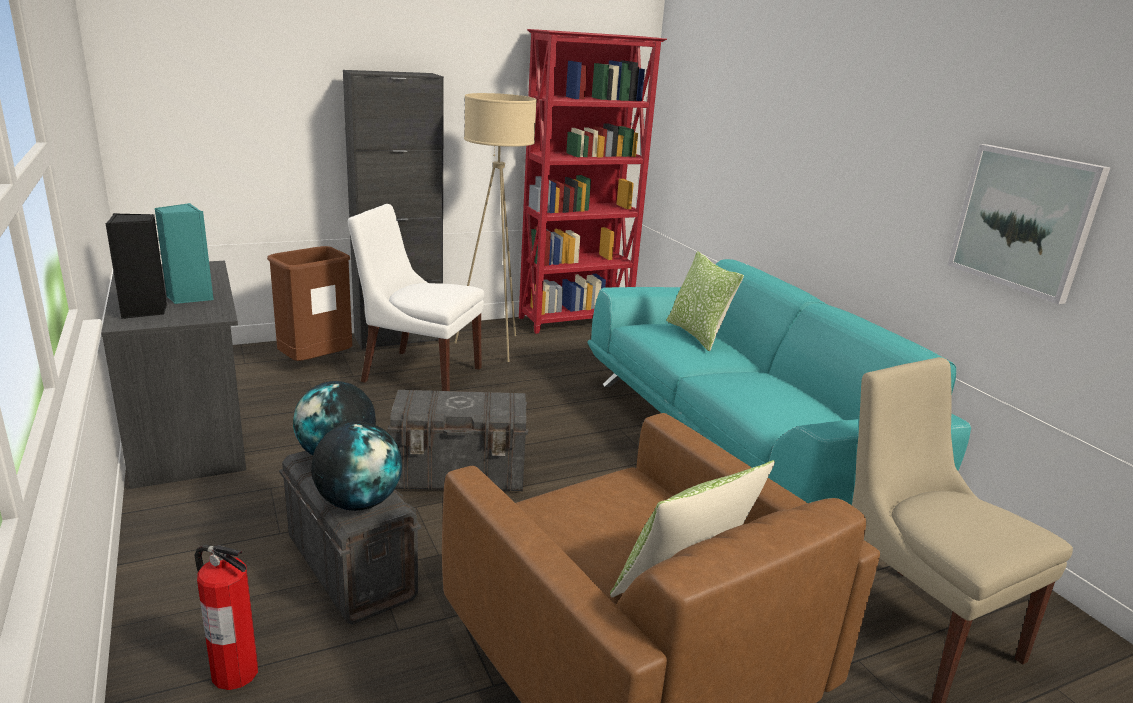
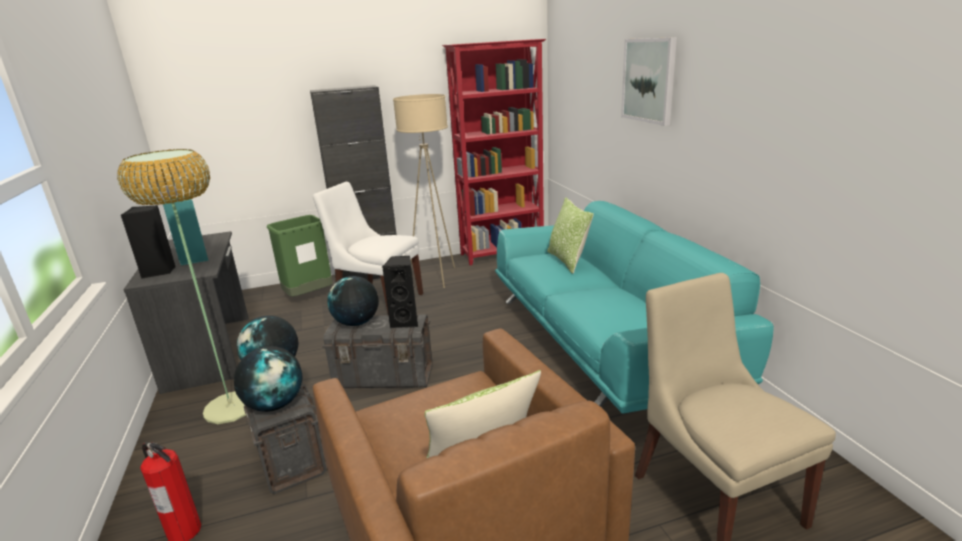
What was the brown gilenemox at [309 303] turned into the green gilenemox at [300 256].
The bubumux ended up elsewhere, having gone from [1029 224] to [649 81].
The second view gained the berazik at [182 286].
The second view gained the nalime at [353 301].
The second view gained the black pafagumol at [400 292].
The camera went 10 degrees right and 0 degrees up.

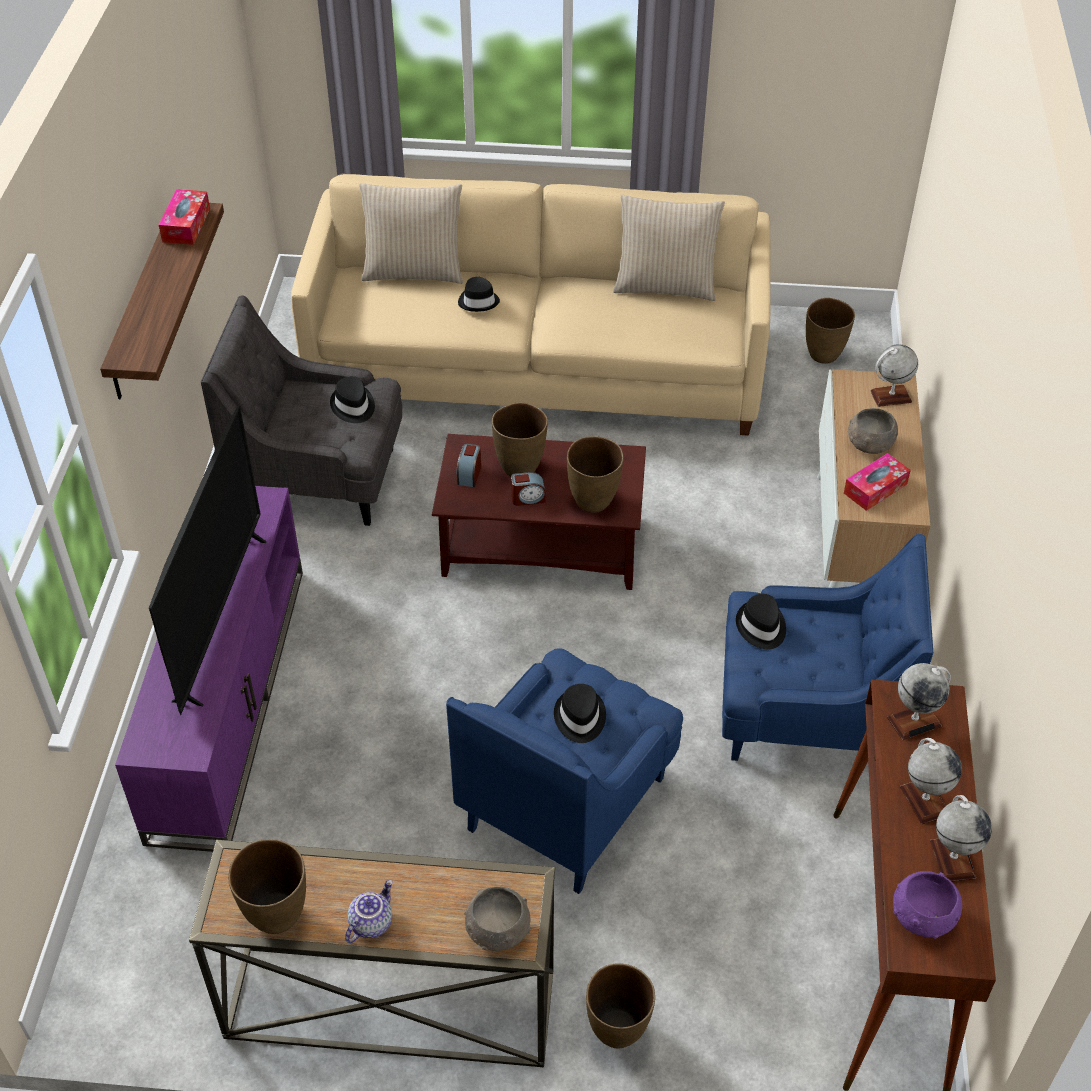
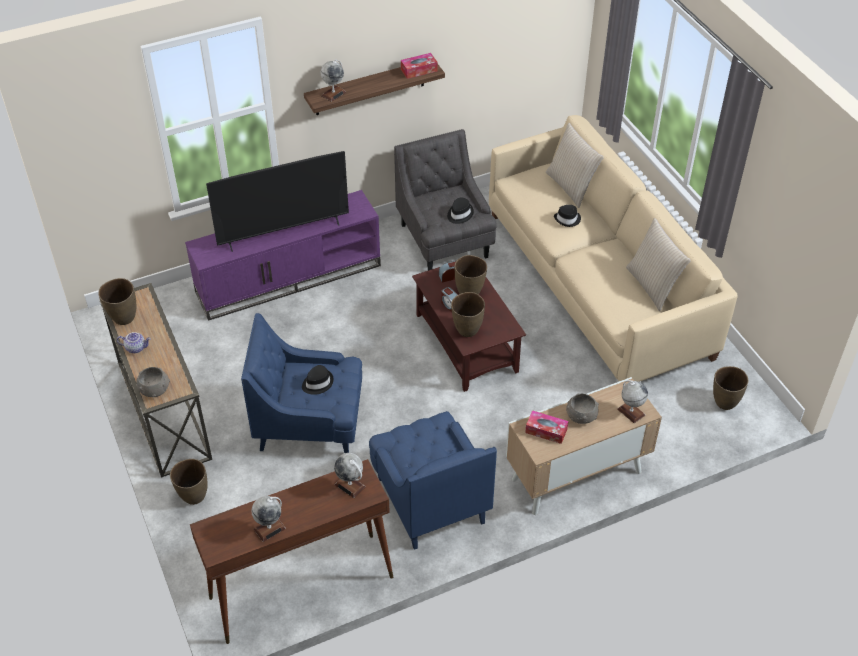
The second view lost the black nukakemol at [761 621].
The second view lost the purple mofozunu at [927 905].
The nalime ended up elsewhere, having gone from [931 781] to [333 80].
The camera went 60 degrees right and 0 degrees up.

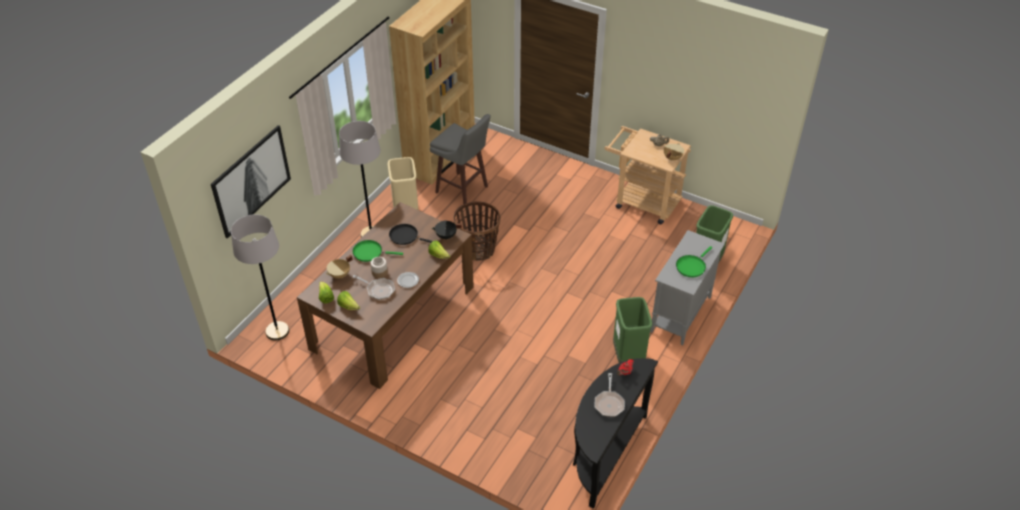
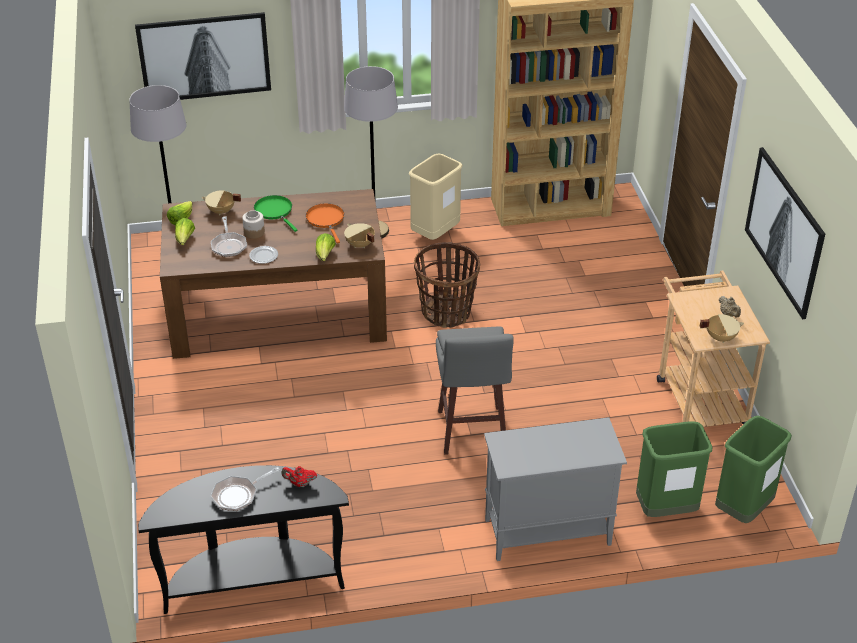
What was the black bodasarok at [410 234] turned into the orange bodasarok at [325 223].
The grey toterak ended up elsewhere, having gone from [460 159] to [475 390].
What was the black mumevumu at [447 229] turned into the beige mumevumu at [359 235].
The green gilenemox ended up elsewhere, having gone from [632 330] to [753 469].
The second view lost the green bodasarok at [694 261].
The second view gained the bubumux at [785 233].
The camera went 50 degrees right and 5 degrees down.

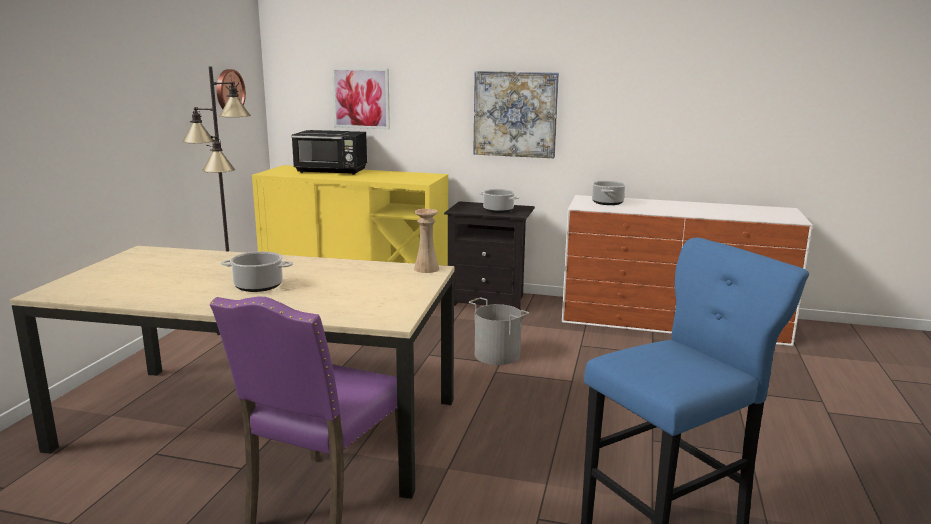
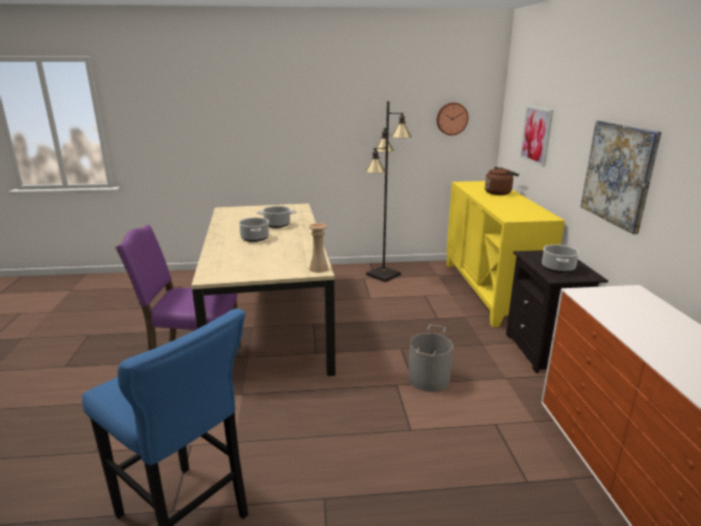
Where the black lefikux stood at [329 152], the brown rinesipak came to stand at [502 181].
The mumevumu ended up elsewhere, having gone from [609 193] to [277 217].
The camera went 70 degrees right and 5 degrees up.

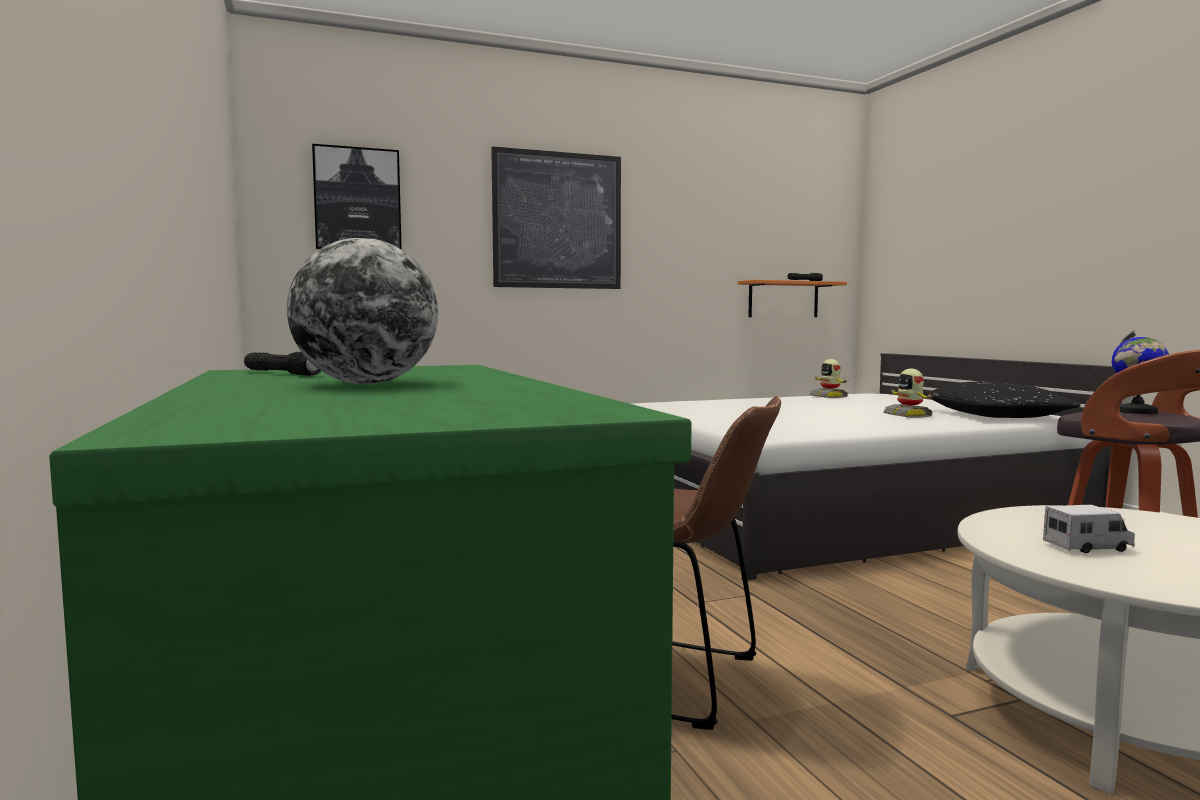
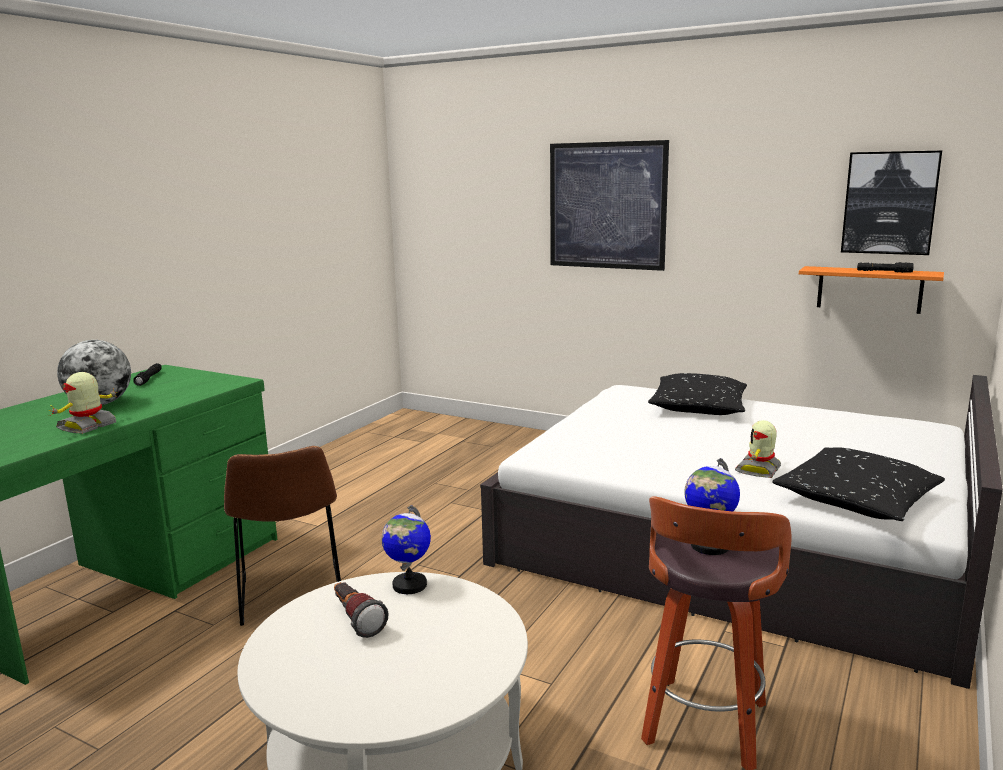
The bubumux ended up elsewhere, having gone from [357 197] to [891 203].
The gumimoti ended up elsewhere, having gone from [829 378] to [83 403].
Where the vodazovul stood at [1089 529], the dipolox came to stand at [361 610].
The second view gained the nalime at [406 549].
The second view gained the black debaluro at [697 394].
The camera went 50 degrees right and 10 degrees up.

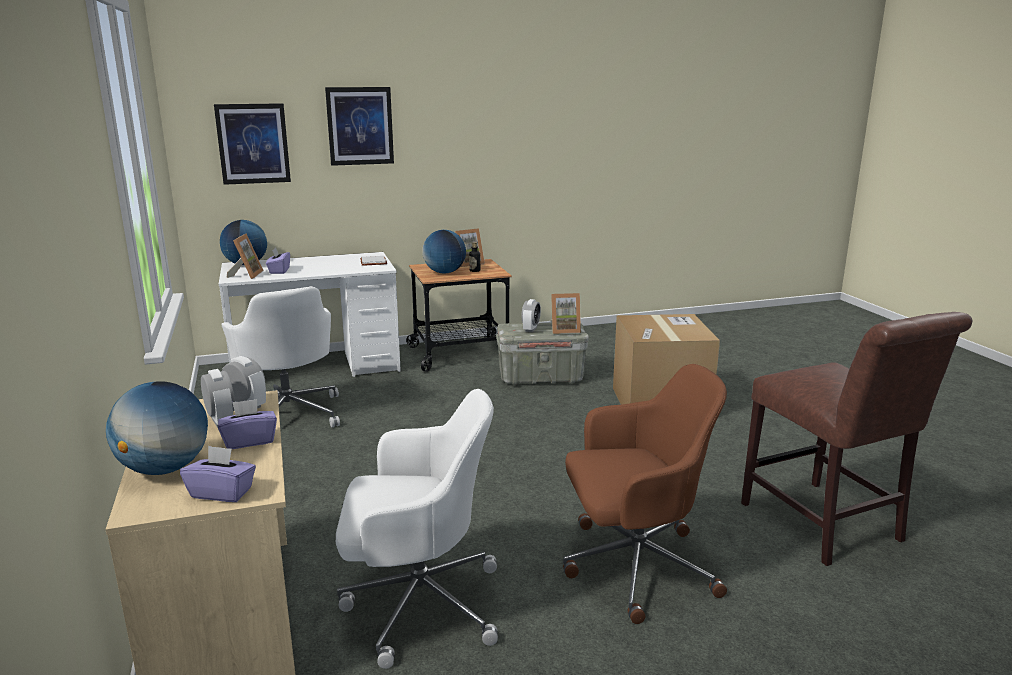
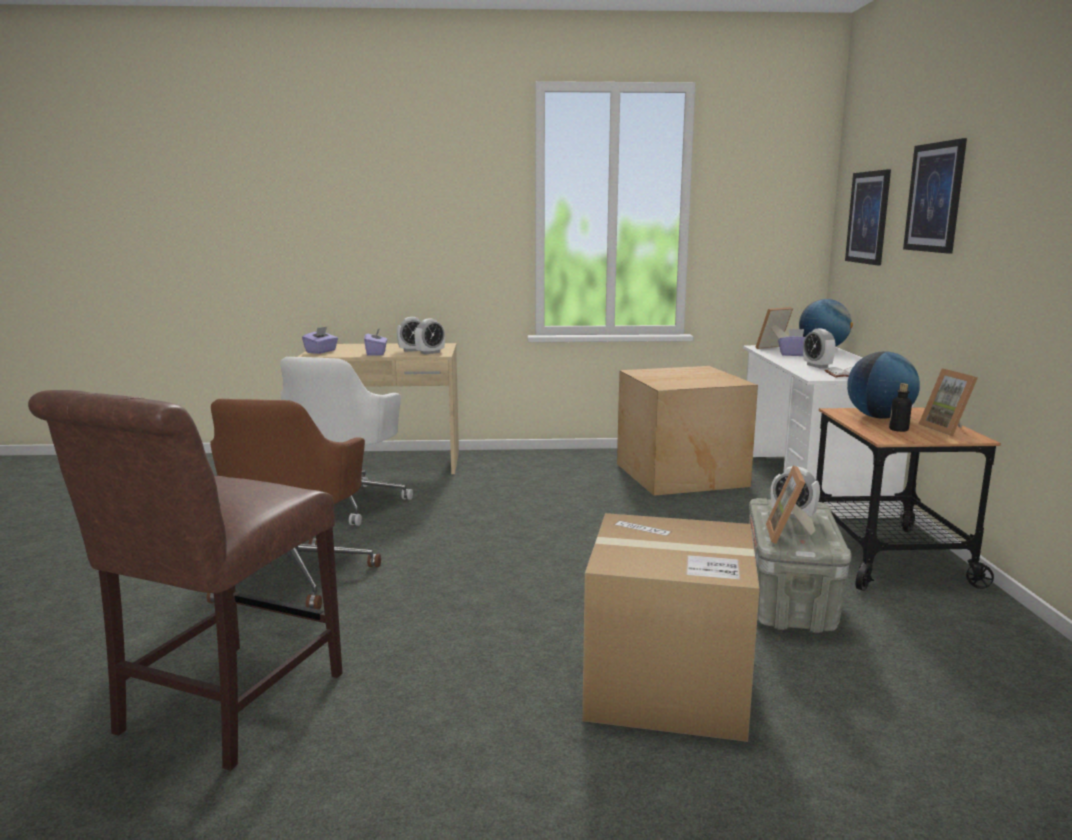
The second view lost the nalime at [157 428].
Where the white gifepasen stood at [280 356], the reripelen came to stand at [687 431].
The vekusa at [245 256] ended up facing another way, 135 degrees clockwise from before.
The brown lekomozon at [857 439] ended up facing another way, 60 degrees counterclockwise from before.
The second view gained the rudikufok at [819 348].
The camera went 105 degrees right and 5 degrees down.

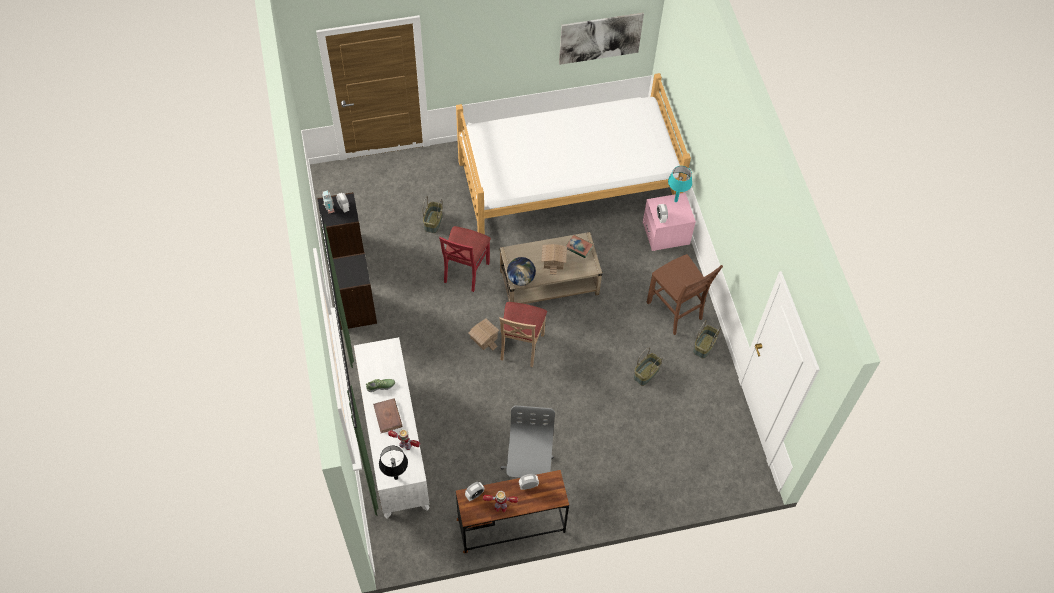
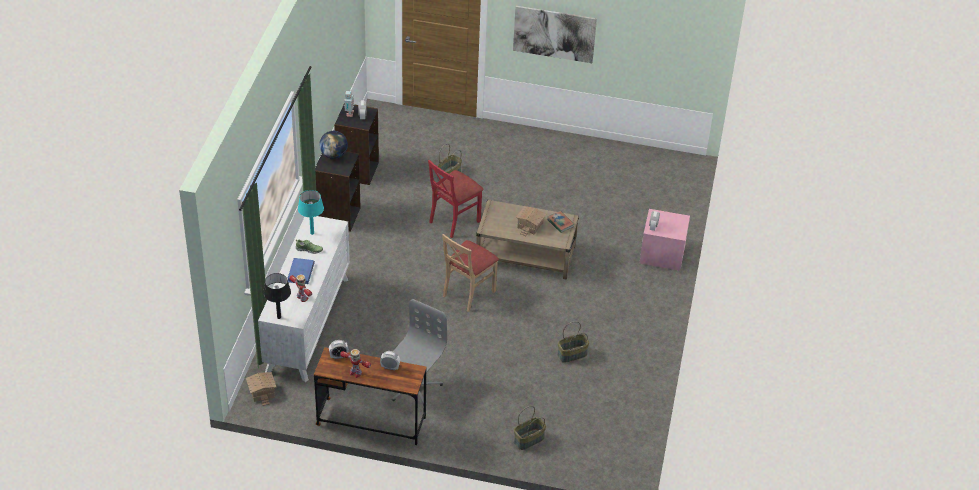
What was the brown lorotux at [387 415] turned into the blue lorotux at [301 271].
The second view lost the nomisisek at [573 154].
The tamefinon ended up elsewhere, having gone from [484 334] to [261 389].
The nalime ended up elsewhere, having gone from [521 271] to [333 145].
The bubumux ended up elsewhere, having gone from [601 39] to [555 34].
The second view lost the brown lekomozon at [685 294].
The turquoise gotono ended up elsewhere, having gone from [680 184] to [311 212].
The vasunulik ended up elsewhere, having gone from [707 339] to [530 428].
The camera went 25 degrees right and 15 degrees down.

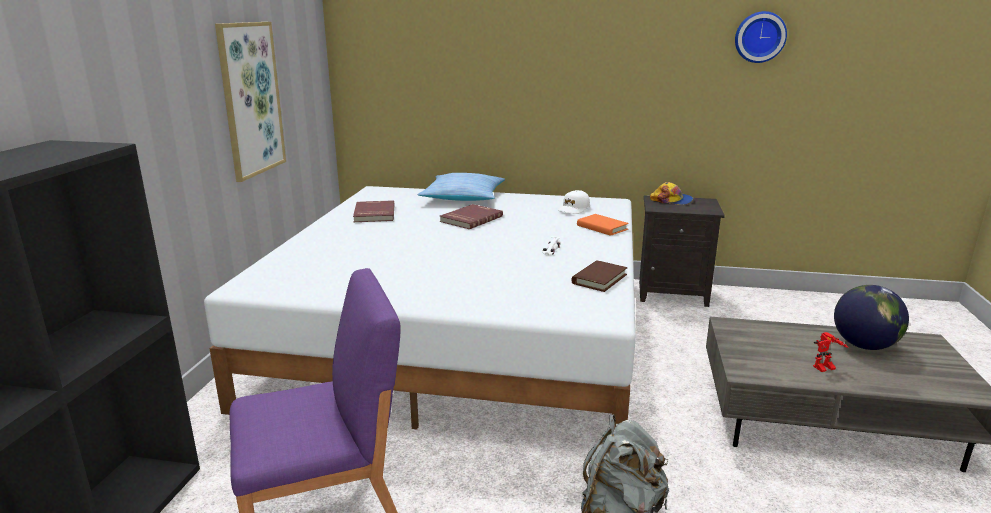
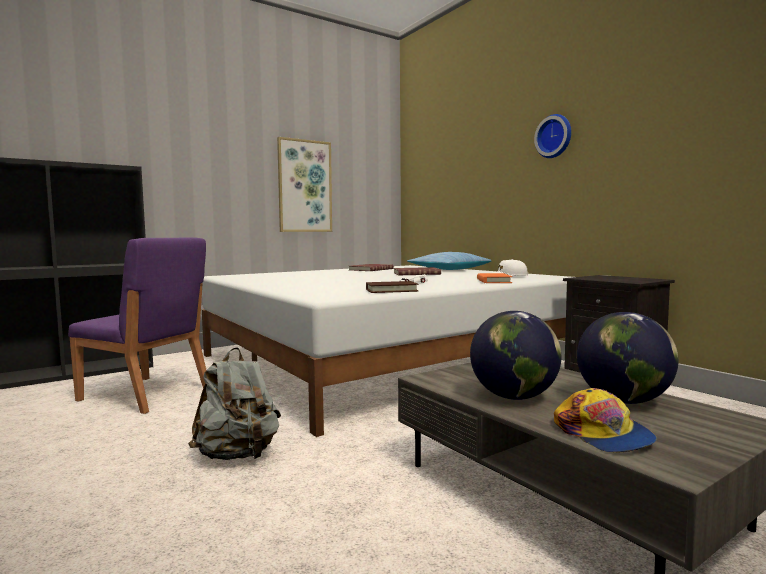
The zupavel ended up elsewhere, having gone from [671 193] to [605 420].
The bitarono ended up elsewhere, having gone from [761 37] to [552 136].
Where the gumimoti stood at [831 352], the nalime came to stand at [515 355].
The camera went 45 degrees right and 15 degrees down.

